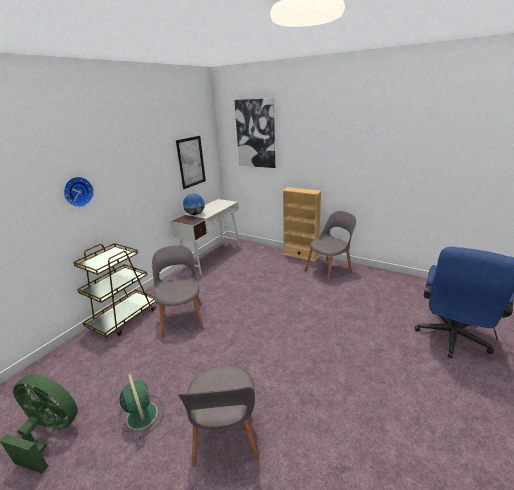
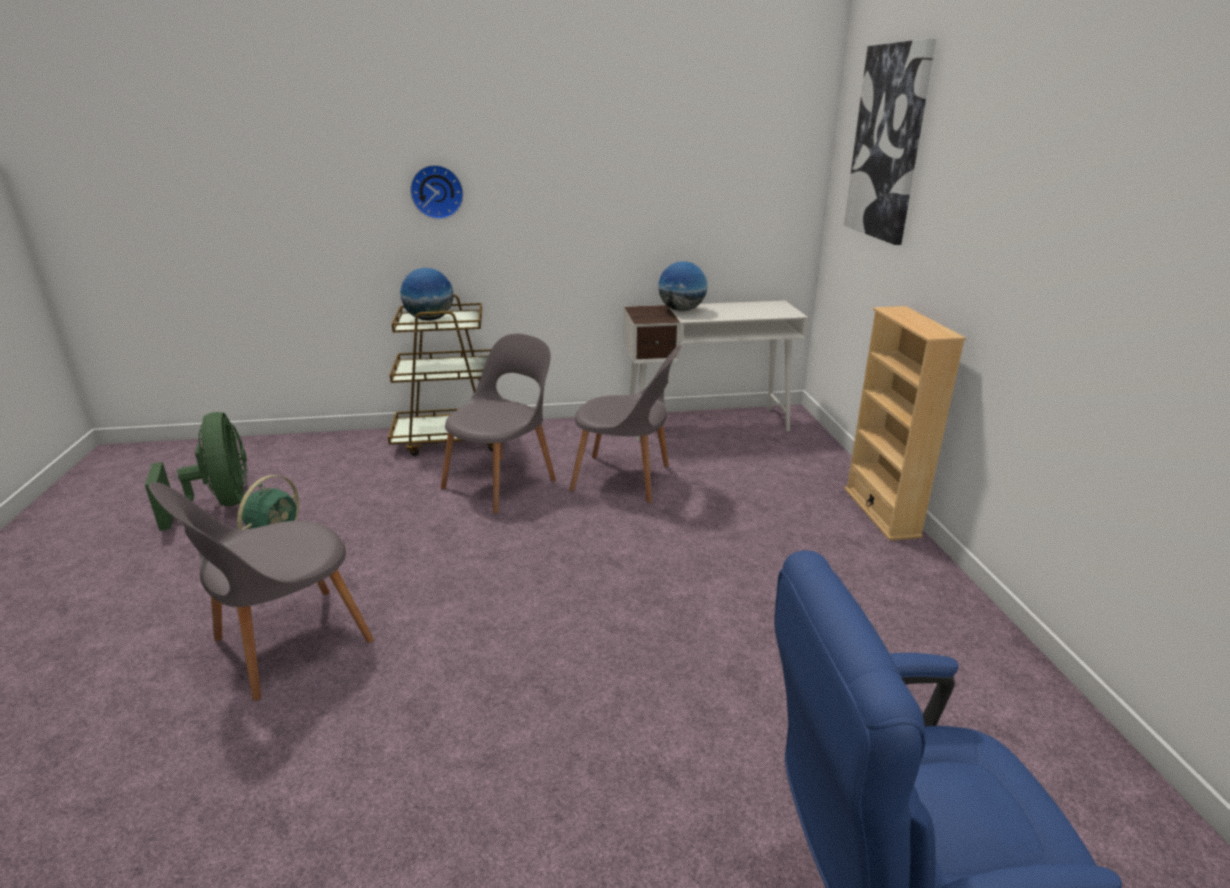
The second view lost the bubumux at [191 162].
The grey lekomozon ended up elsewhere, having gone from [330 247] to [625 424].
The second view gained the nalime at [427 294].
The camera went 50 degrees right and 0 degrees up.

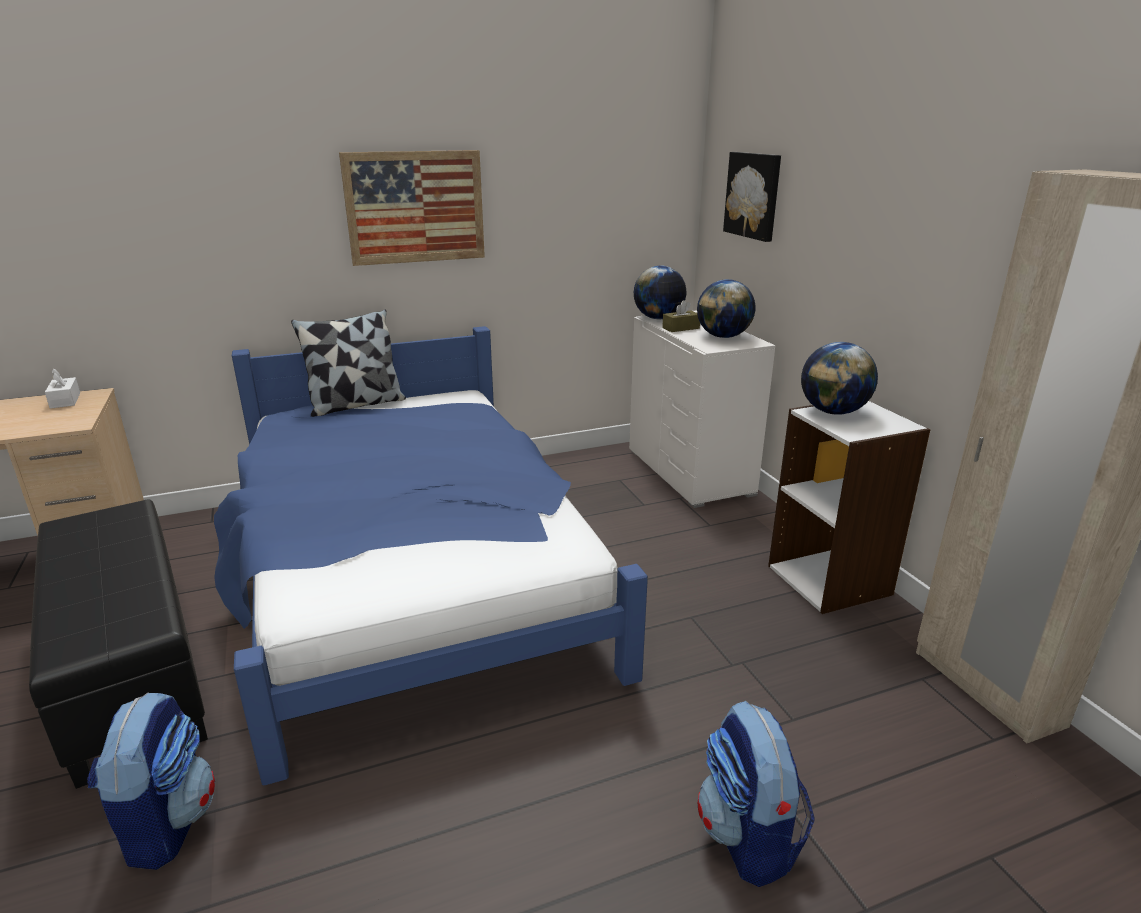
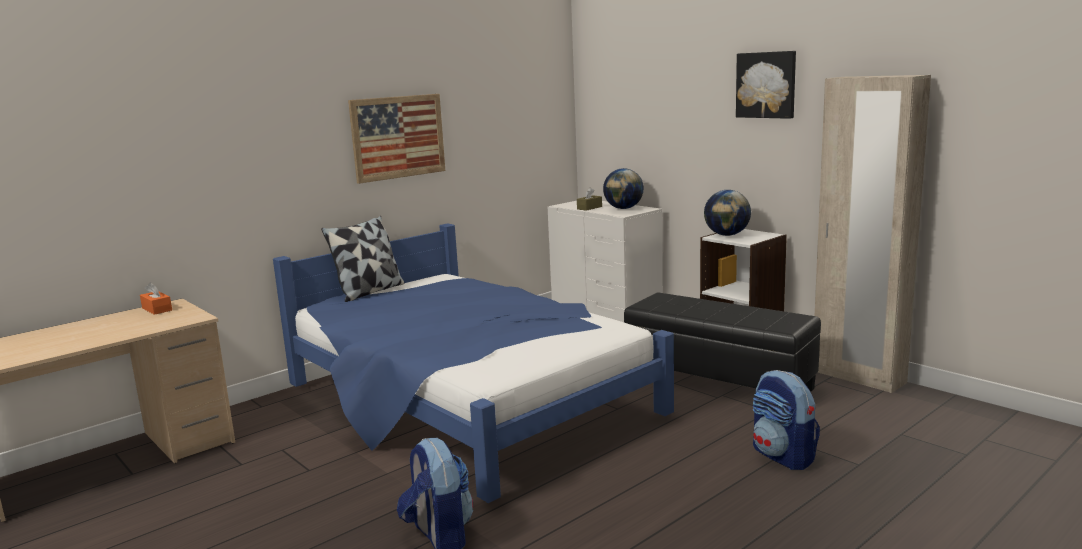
The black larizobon ended up elsewhere, having gone from [118 644] to [722 341].
What was the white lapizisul at [62 388] turned into the orange lapizisul at [156 298].
The second view lost the nalime at [660 292].
The bubumux ended up elsewhere, having gone from [752 197] to [766 85].
The camera went 20 degrees left and 10 degrees down.

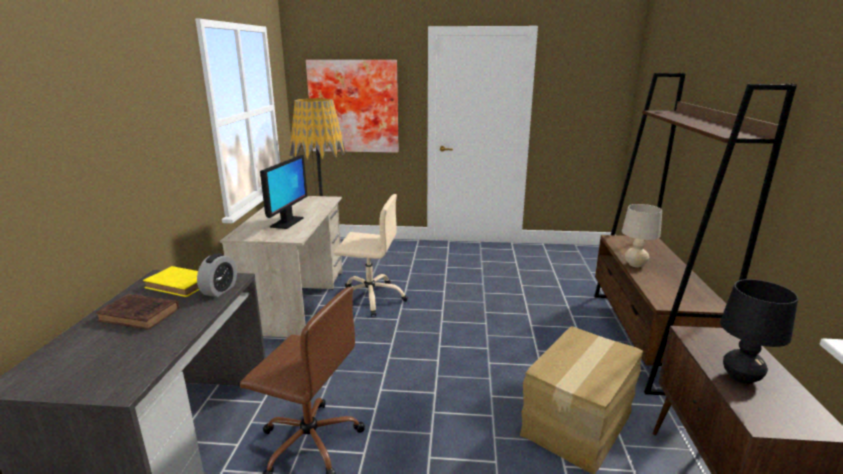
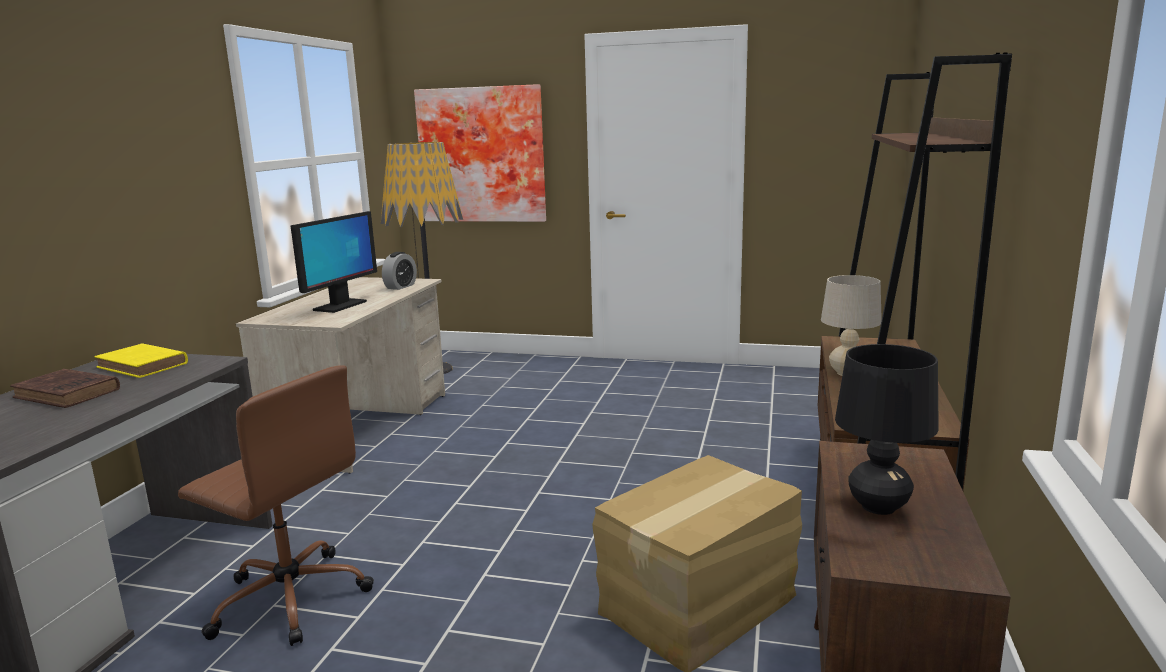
The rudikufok ended up elsewhere, having gone from [217 275] to [399 271].
The second view lost the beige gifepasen at [371 255].
The camera went 10 degrees right and 5 degrees down.

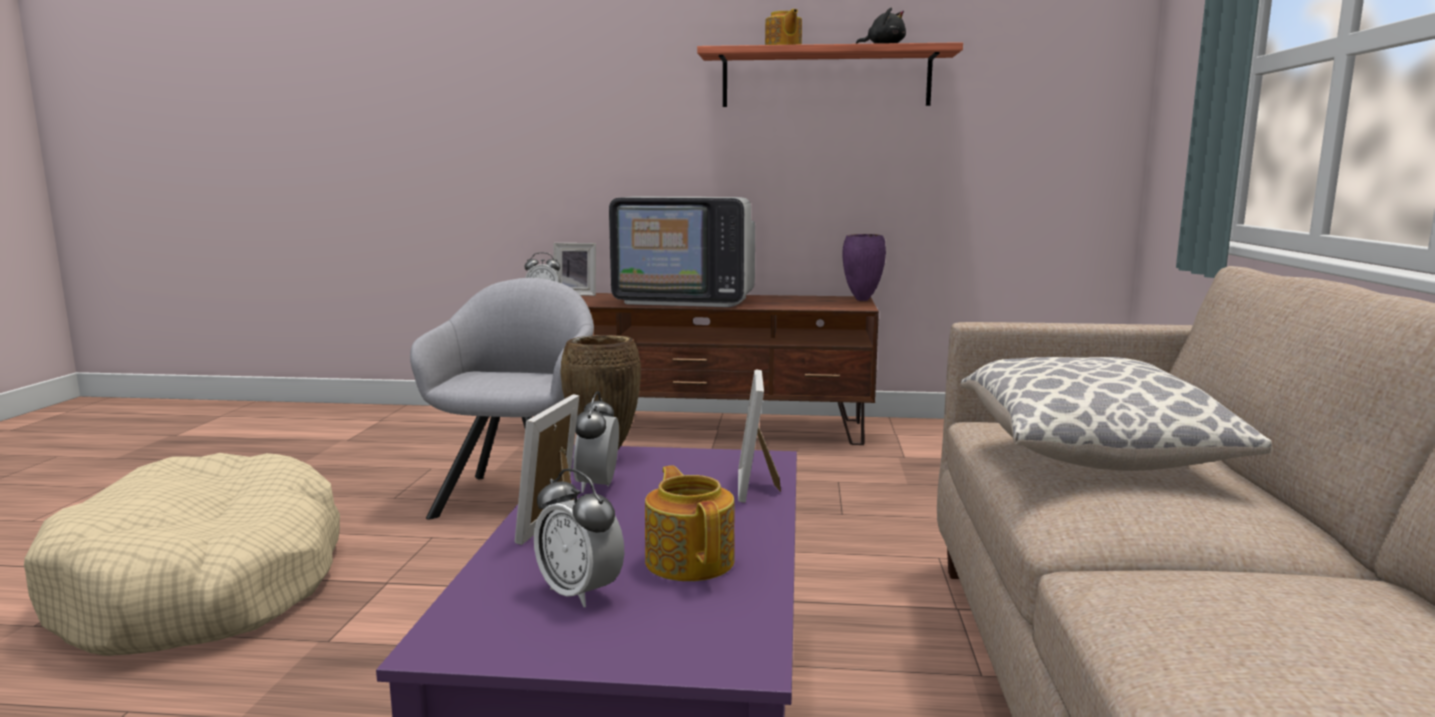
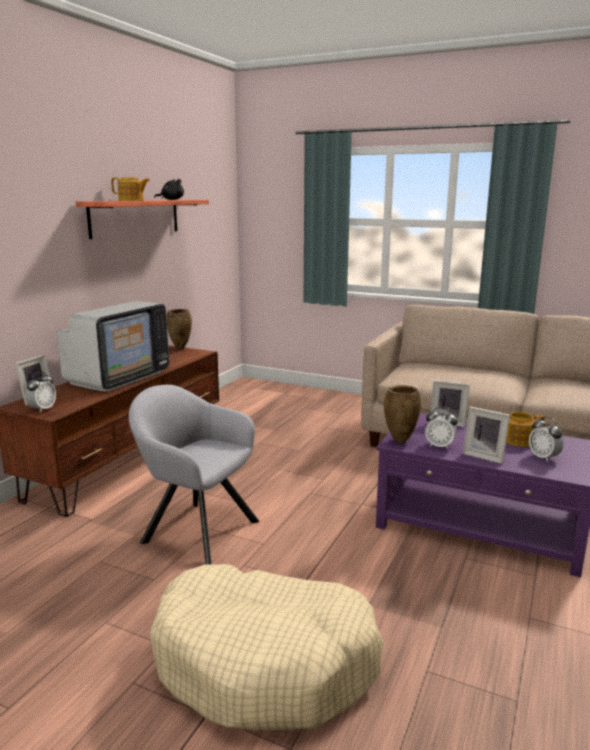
The rudikufok at [579 537] ended up facing another way, 90 degrees clockwise from before.
What was the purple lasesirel at [864 267] turned into the brown lasesirel at [179 329].
The second view lost the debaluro at [1116 414].
The camera went 70 degrees left and 5 degrees up.

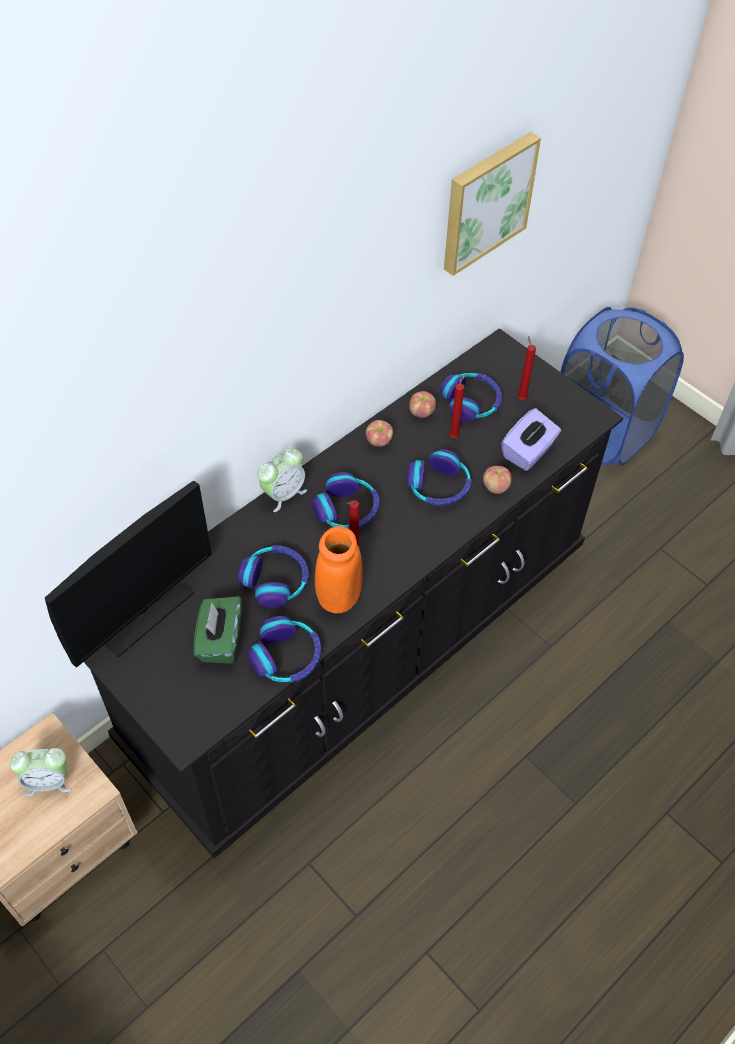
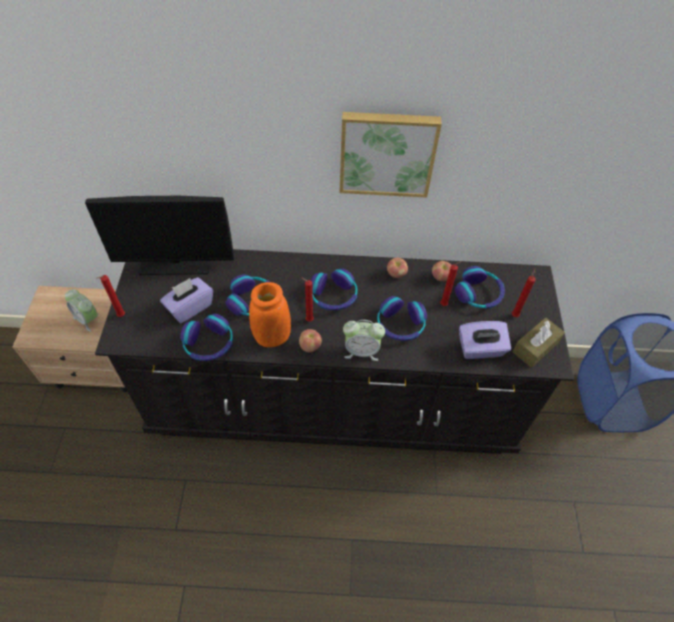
What was the green lapizisul at [218 630] turned into the purple lapizisul at [186 300].
The rudikufok ended up elsewhere, having gone from [282 480] to [364 340].
The bubumux ended up elsewhere, having gone from [492 204] to [391 155].
The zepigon ended up elsewhere, having gone from [497 480] to [310 340].
The second view gained the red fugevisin at [111 296].
The second view gained the brown lapizisul at [539 342].
The camera went 45 degrees right and 0 degrees up.

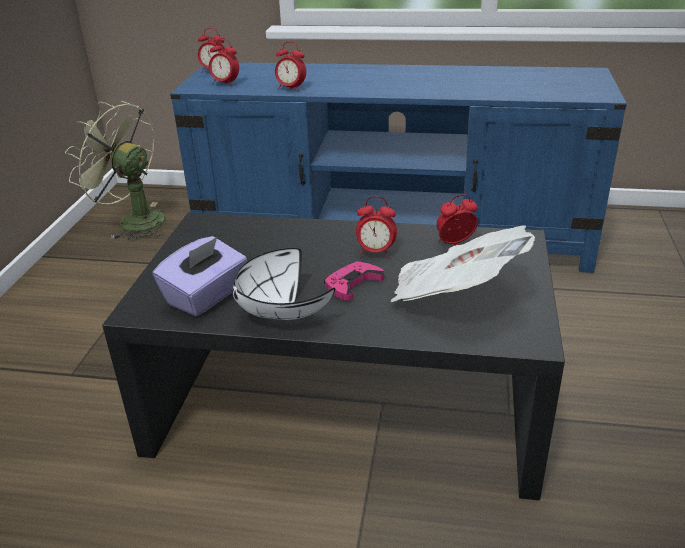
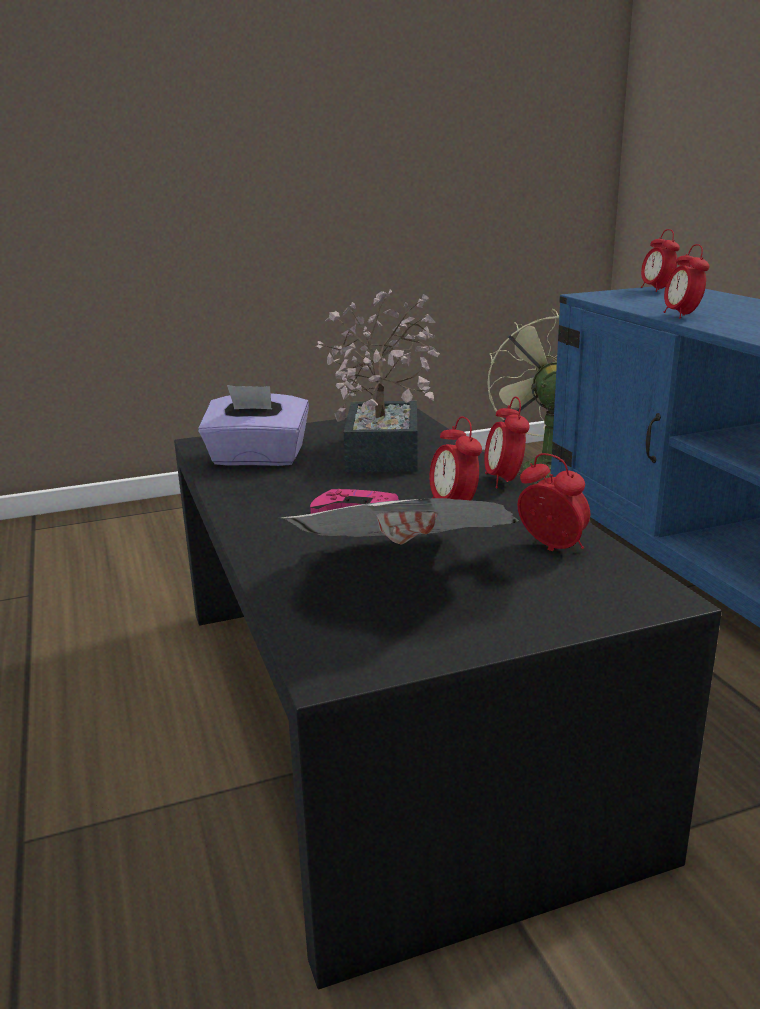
The rudikufok ended up elsewhere, having gone from [224 62] to [507 442].
The second view lost the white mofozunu at [284 284].
The second view gained the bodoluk at [378 380].
The camera went 60 degrees right and 10 degrees down.

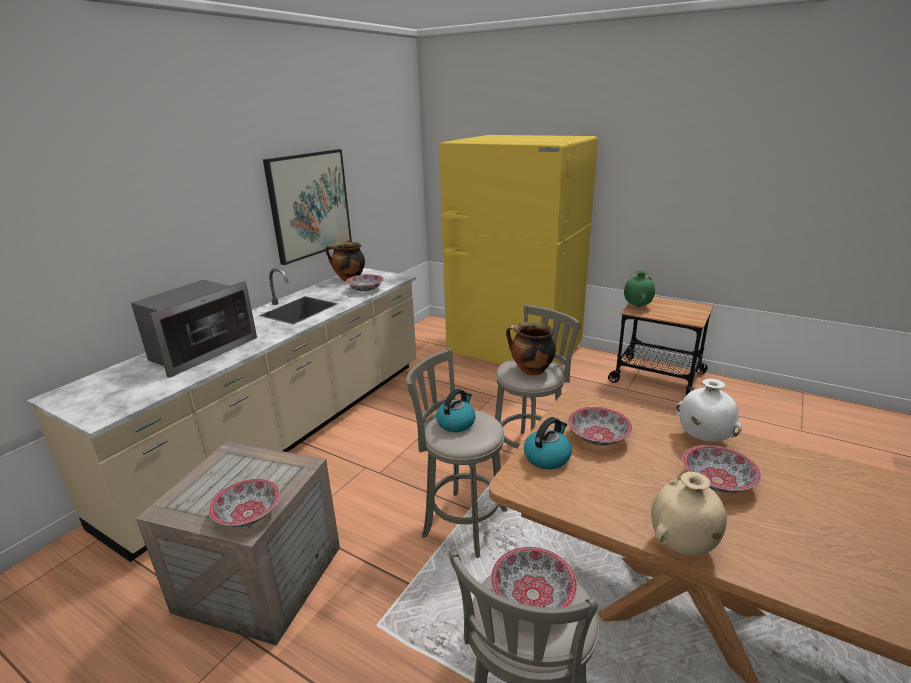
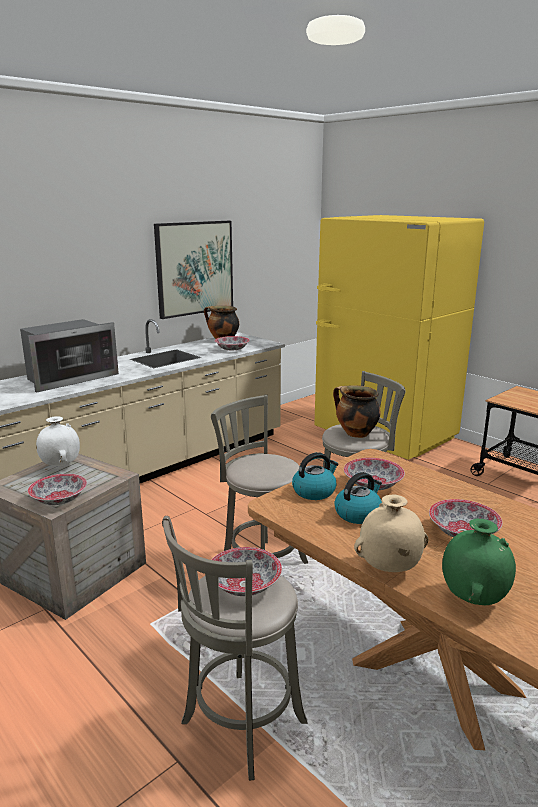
The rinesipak ended up elsewhere, having gone from [456 410] to [358 498].
The green lasesirel ended up elsewhere, having gone from [639 288] to [479 562].
The white lasesirel ended up elsewhere, having gone from [709 410] to [58 441].
The camera went 15 degrees right and 5 degrees down.

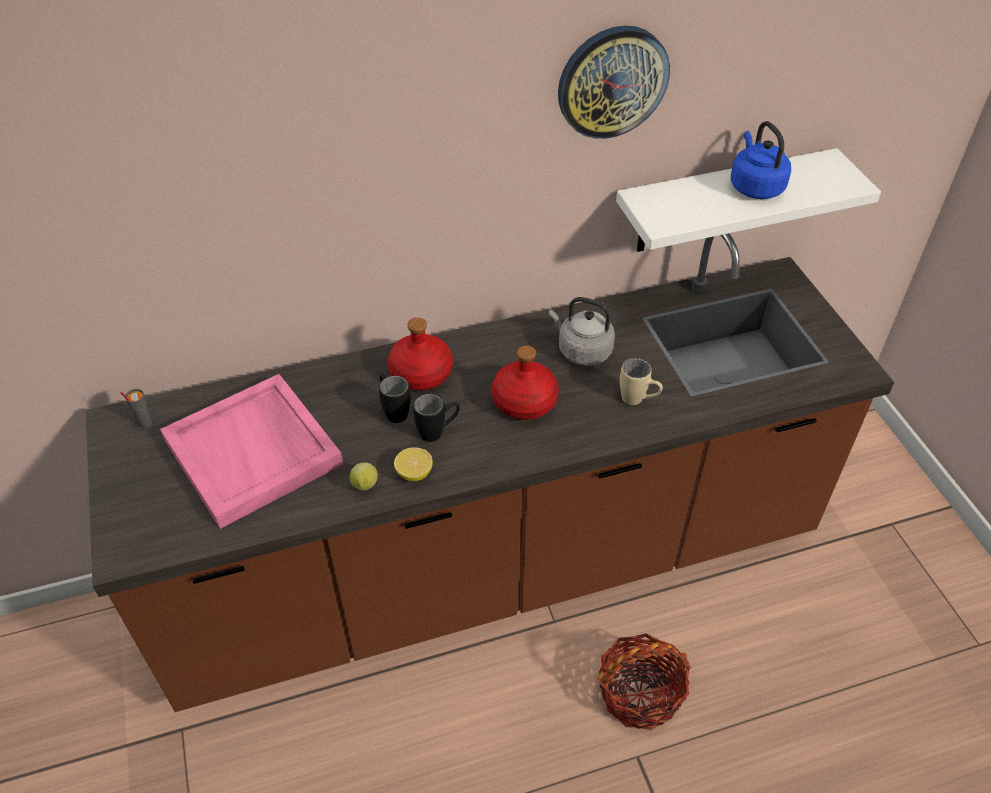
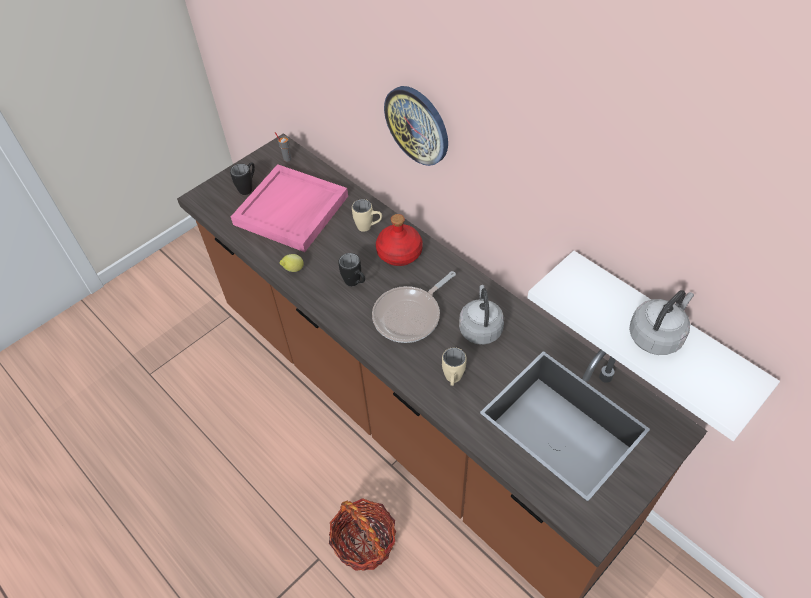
The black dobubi ended up elsewhere, having gone from [395 398] to [242 178].
The second view lost the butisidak at [413 464].
Where the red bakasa stood at [525 382], the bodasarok came to stand at [414 307].
The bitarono ended up elsewhere, having gone from [614 82] to [416 126].
What was the blue rinesipak at [761 160] turned into the grey rinesipak at [661 322].
The second view gained the beige dobubi at [367 215].
The camera went 65 degrees right and 5 degrees up.

